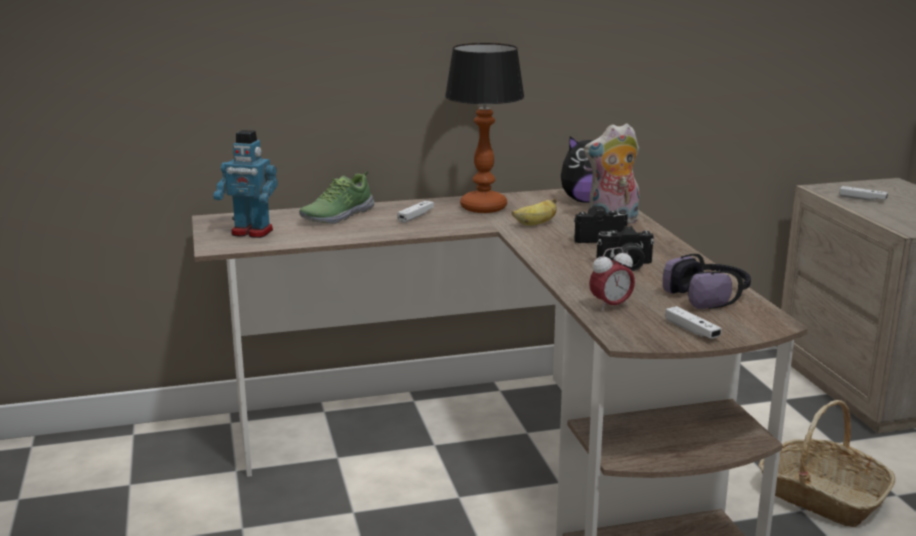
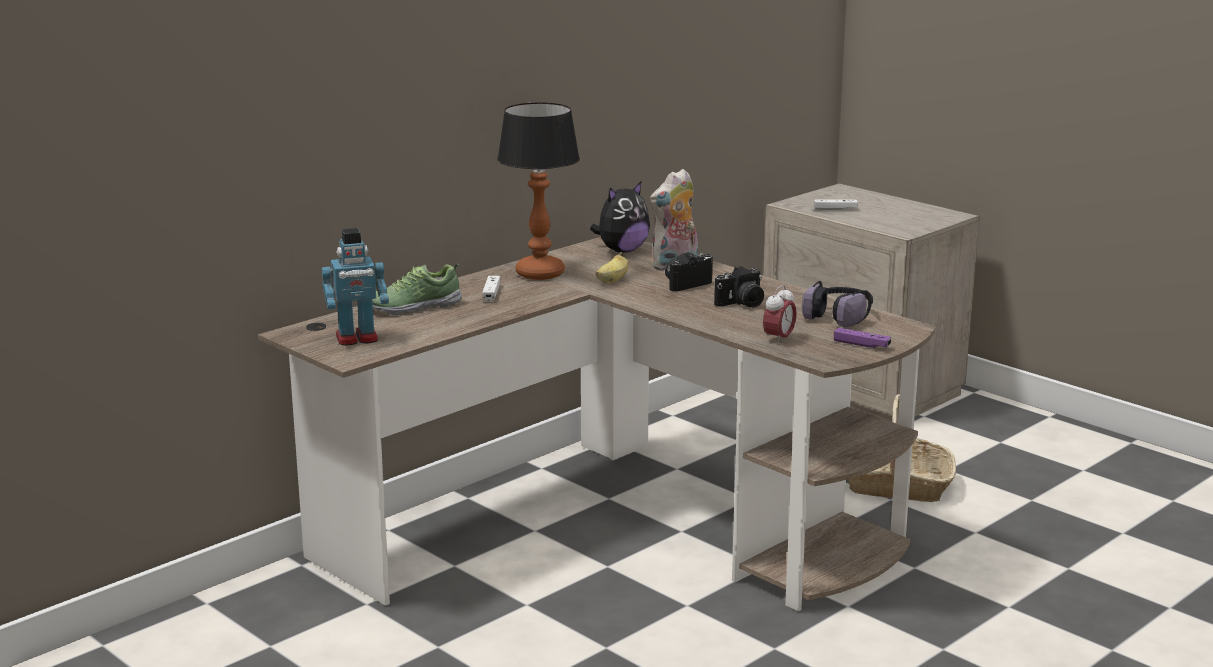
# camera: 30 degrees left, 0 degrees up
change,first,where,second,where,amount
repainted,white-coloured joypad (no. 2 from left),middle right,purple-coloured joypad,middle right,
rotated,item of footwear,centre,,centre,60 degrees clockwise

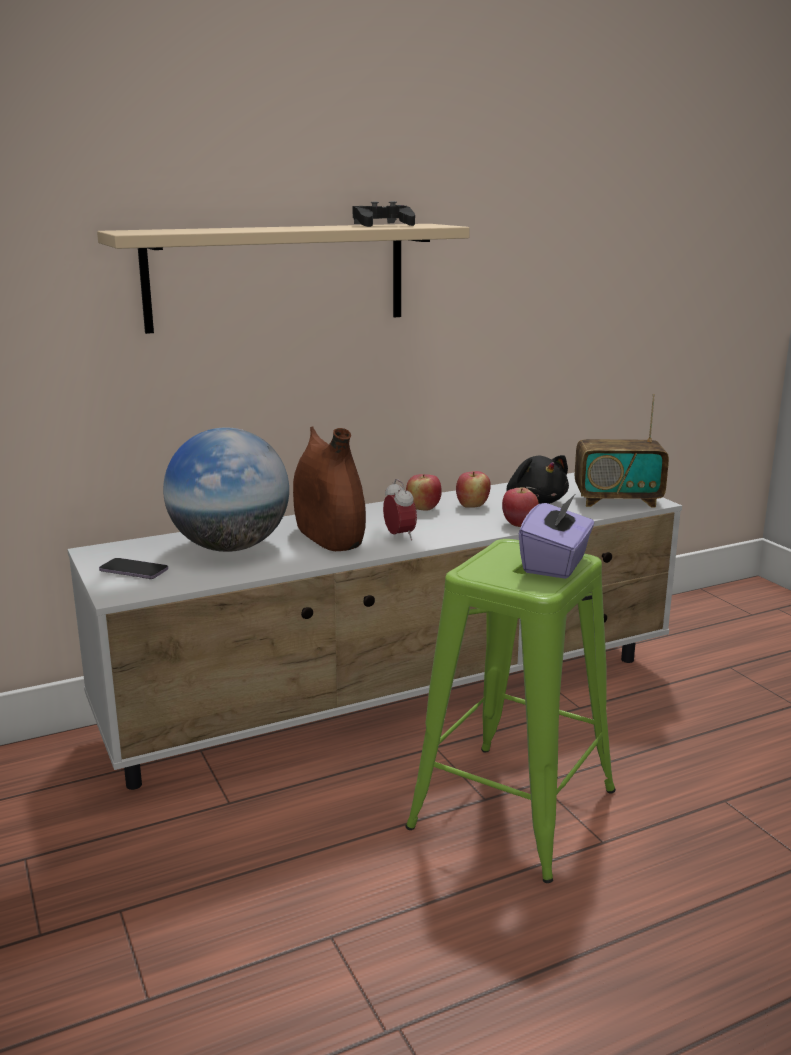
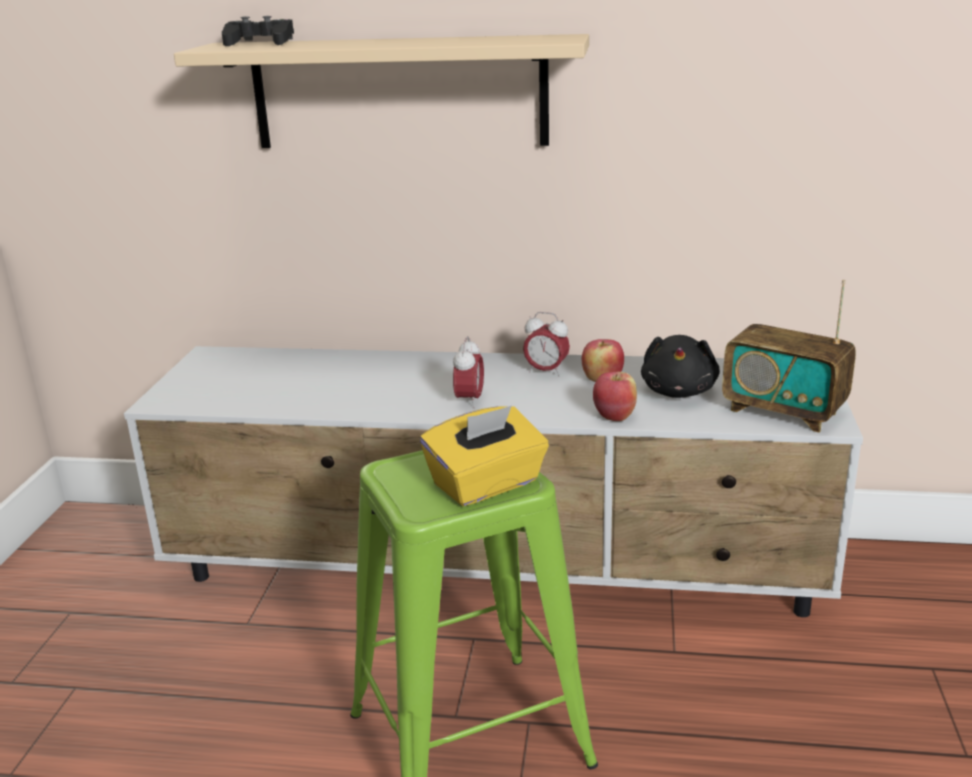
# camera: 35 degrees right, 5 degrees up
change,first,where,second,where,amount
gone,handset,middle left,,,
gone,globe,middle left,,,
gone,brown-coloured decorative vase,centre,,,
shifted,black joypad,top centre,,top left,
swapped,whole apple (no. 1 from left),centre,table clock (no. 2 from left),centre,
repainted,purple-coloured box of tissues,middle right,yellowish box of tissues,centre,

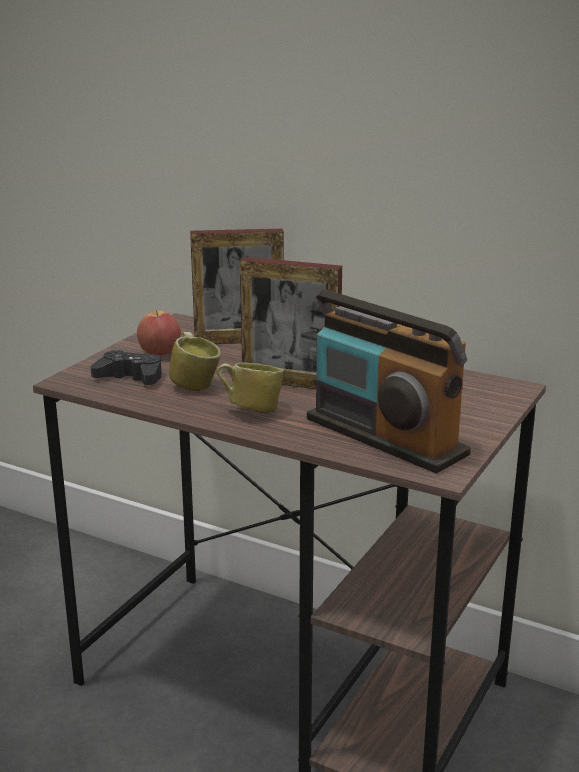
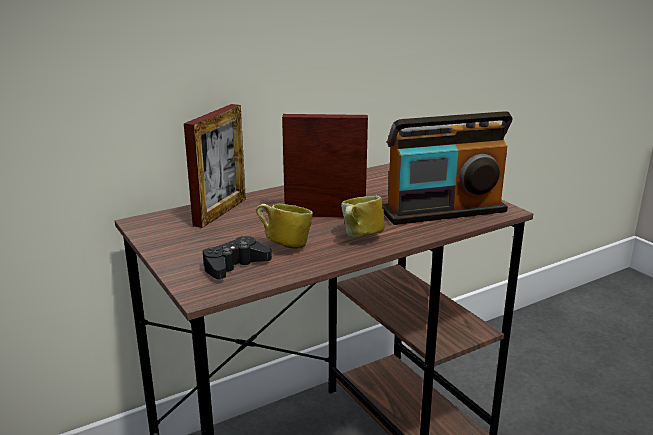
# camera: 60 degrees left, 0 degrees up
change,first,where,second,where,amount
gone,whole apple,middle left,,,
rotated,standing frame (no. 2 from left),centre,,centre,135 degrees counterclockwise

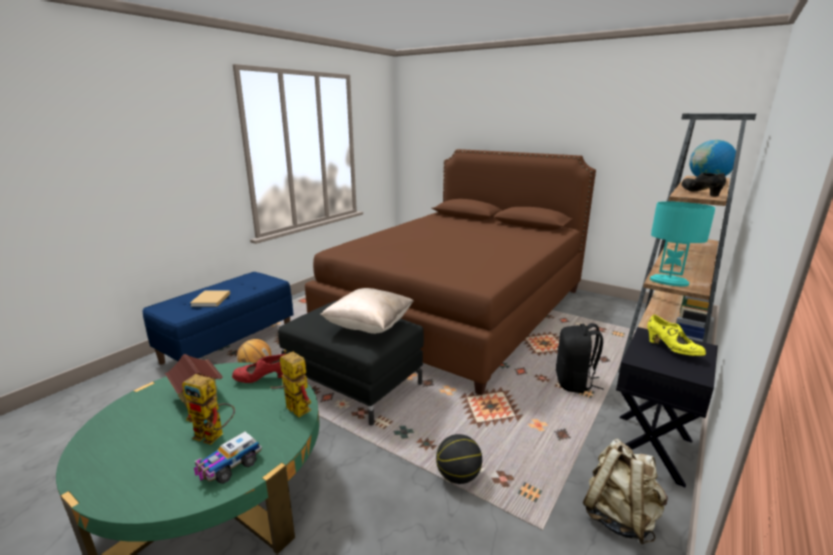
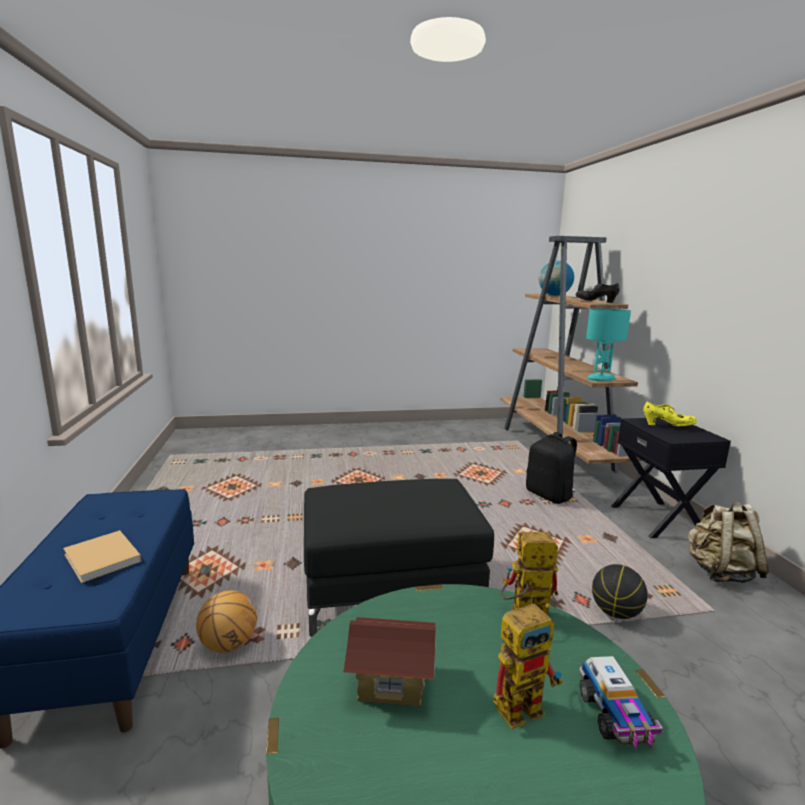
# camera: 45 degrees left, 5 degrees down
change,first,where,second,where,amount
gone,reddish item of footwear,middle left,,,
gone,brown-coloured bedroom bed,centre,,,
gone,beige pillow,centre,,,

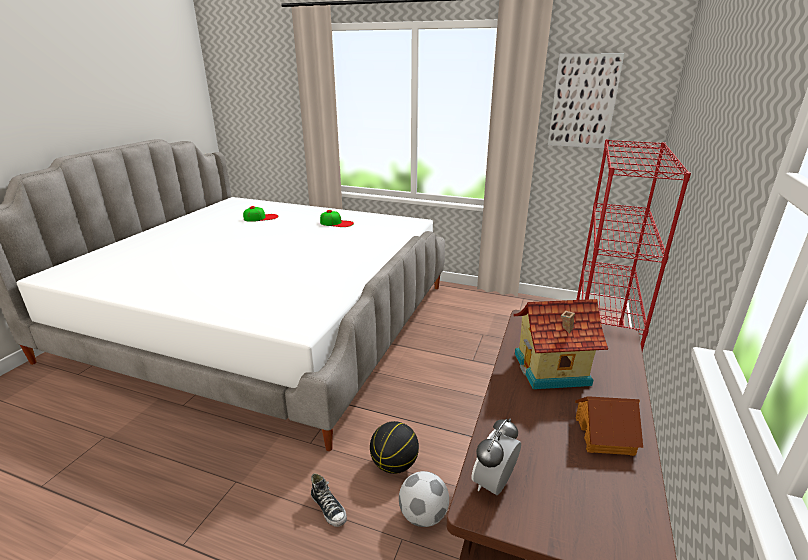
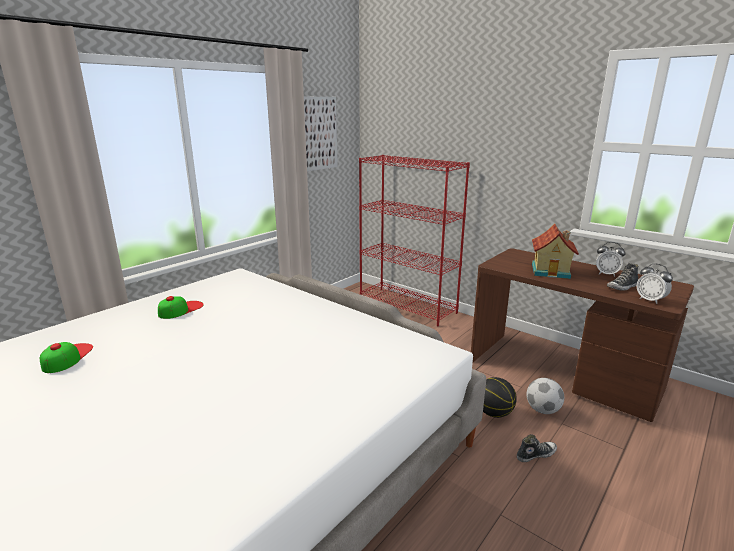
# camera: 70 degrees left, 5 degrees down
change,first,where,second,where,amount
new,,,item of footwear (no. 2 from left),middle right,
swapped,model house (no. 2 from left),bottom right,table clock (no. 1 from left),middle right,

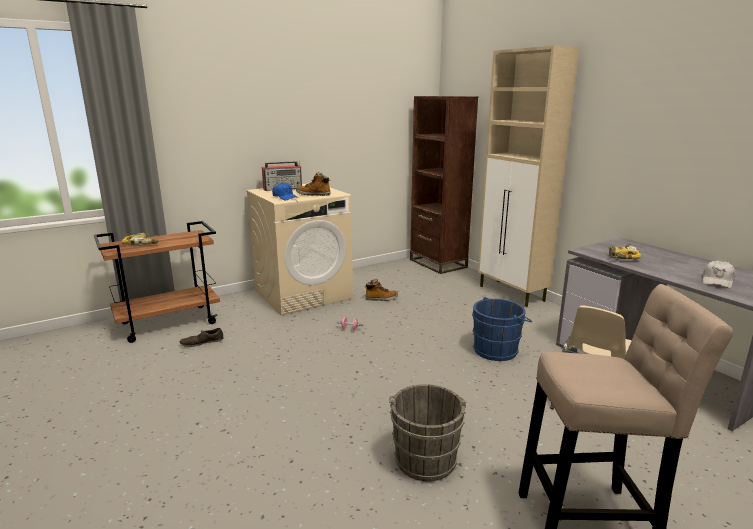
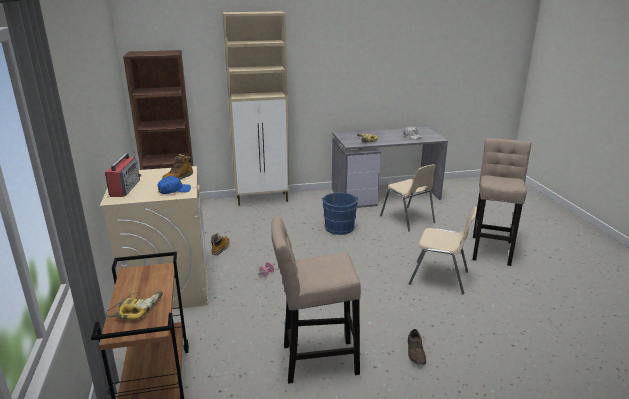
# camera: 70 degrees left, 5 degrees up
change,first,where,second,where,amount
new,,,beige sitting stool (no. 1 from left),bottom centre,
shifted,brown-coloured item of footwear,middle left,,bottom centre,
swapped,grey pail,bottom centre,beige upright chair (no. 2 from left),middle right,

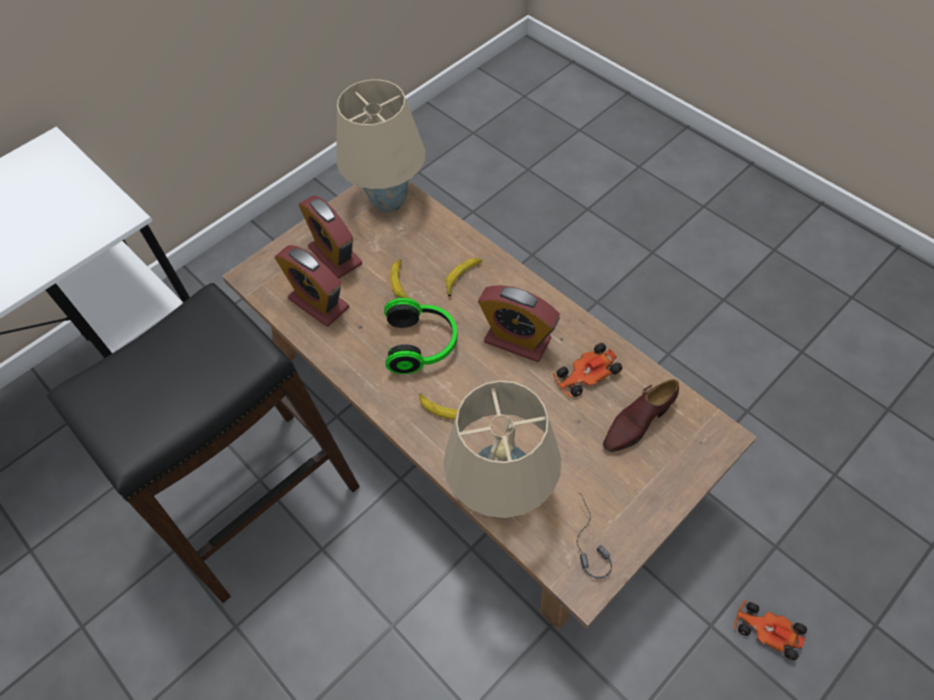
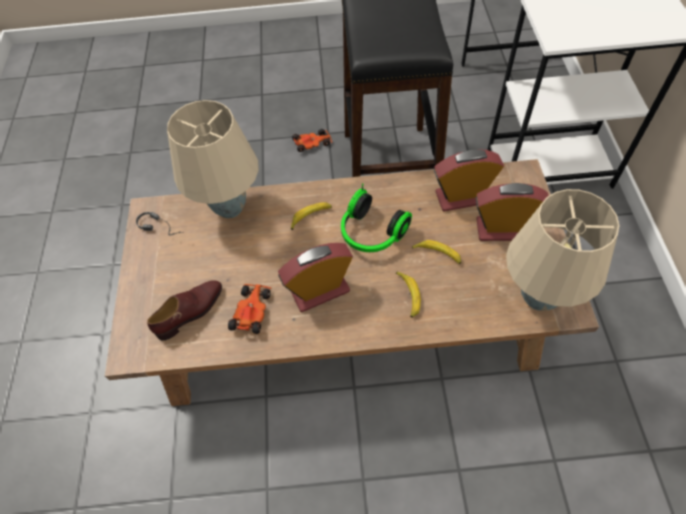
# camera: 130 degrees right, 0 degrees up
change,first,where,second,where,amount
shifted,model car (no. 2 from left),bottom right,,top centre,
rotated,brown-coloured item of footwear,middle right,,middle left,45 degrees clockwise

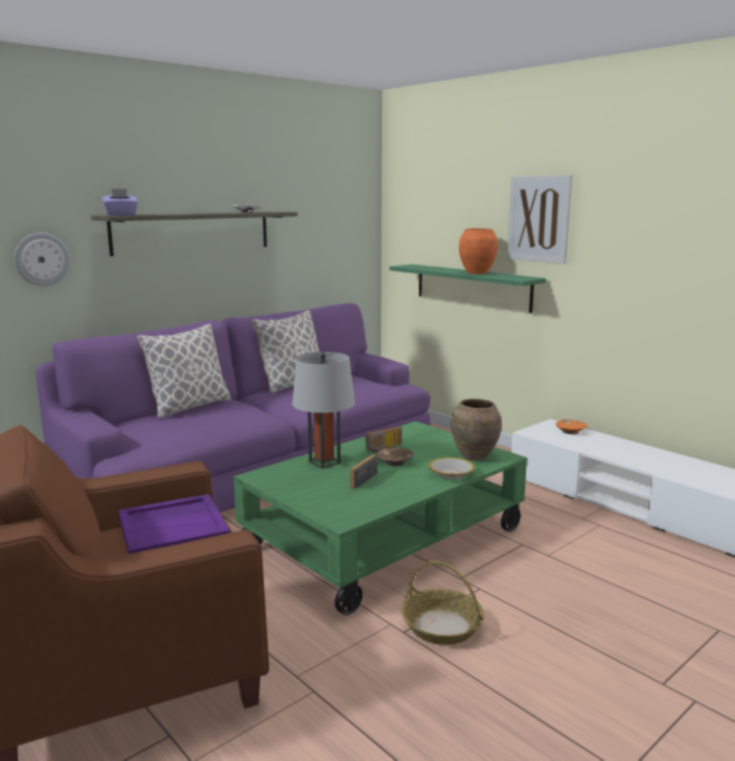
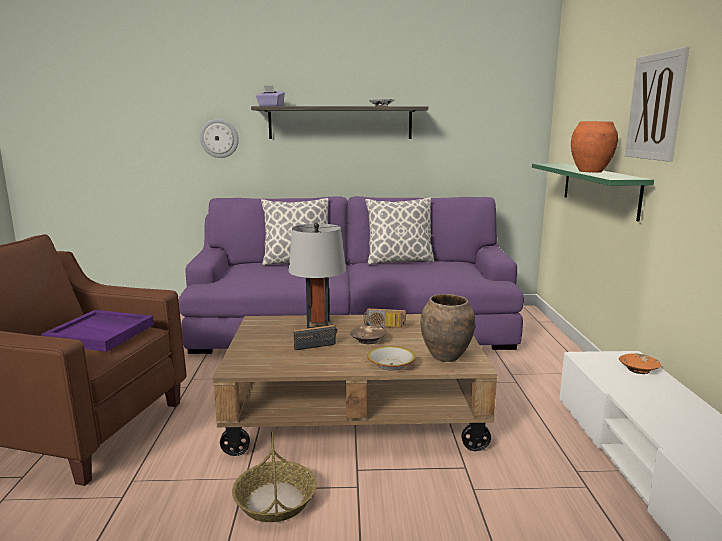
# camera: 40 degrees right, 0 degrees up
change,first,where,second,where,amount
repainted,greenish coffee table,bottom centre,brown-coloured coffee table,bottom centre,

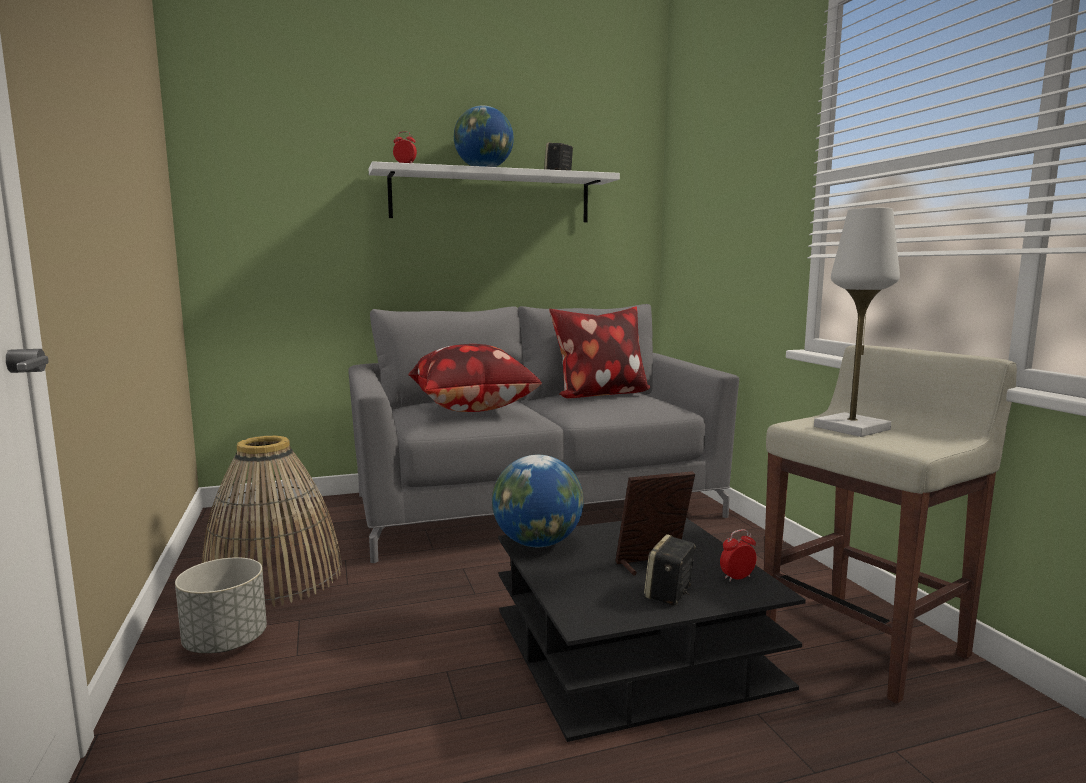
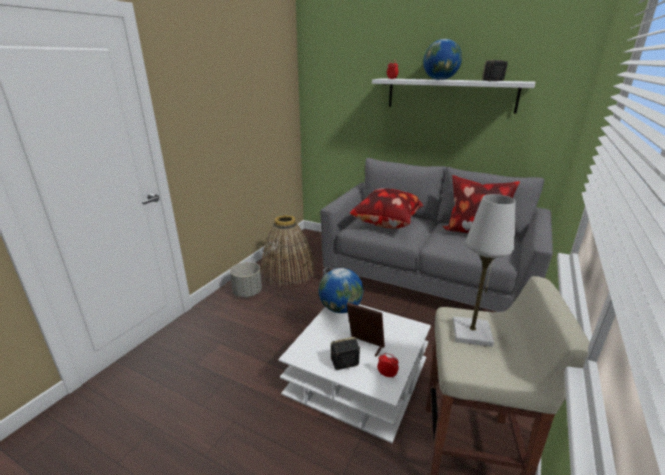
# camera: 45 degrees right, 15 degrees up
change,first,where,second,where,amount
repainted,black coffee table,bottom centre,white-coloured coffee table,bottom centre,

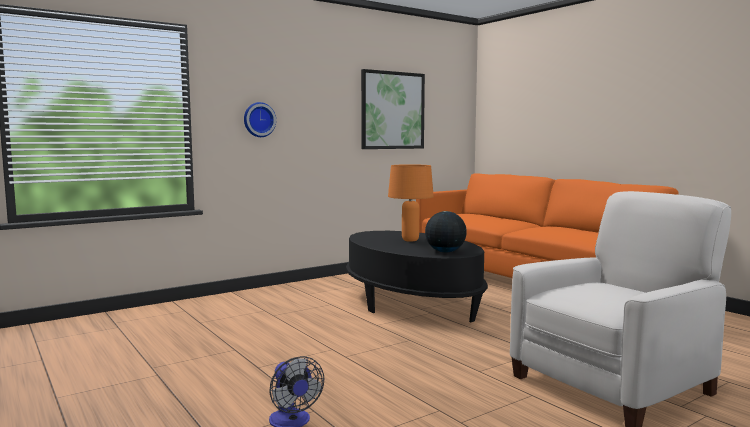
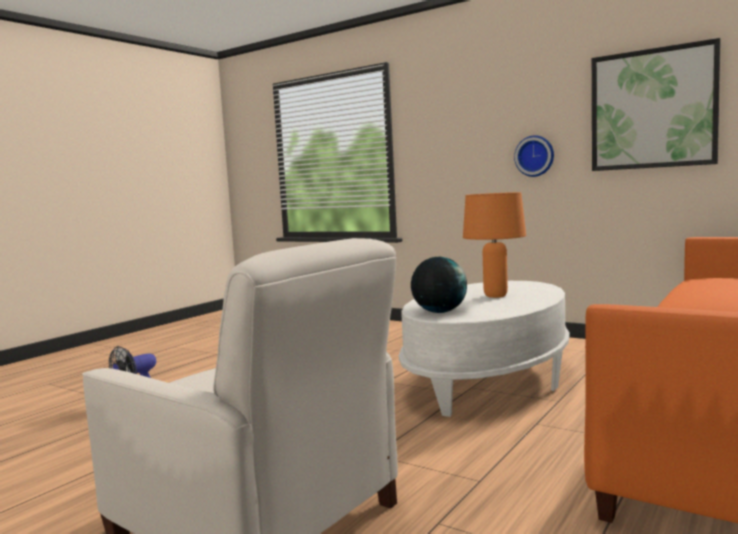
# camera: 70 degrees right, 0 degrees up
change,first,where,second,where,amount
shifted,wall clock,top centre,,top right,
repainted,black coffee table,centre,white-coloured coffee table,centre,

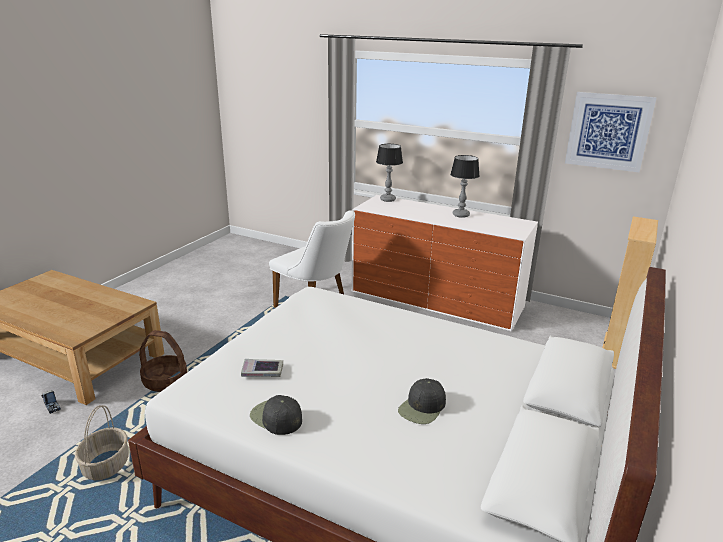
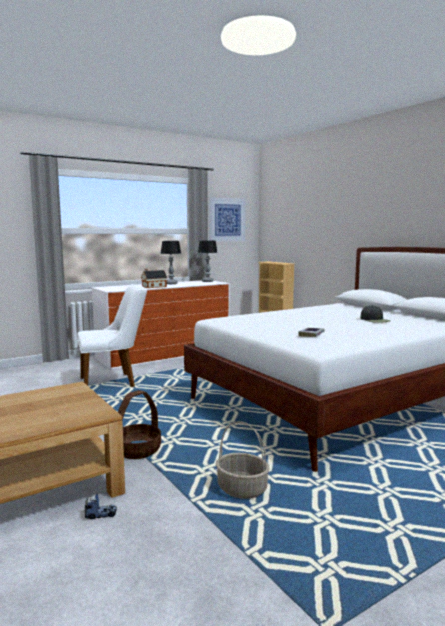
# camera: 60 degrees left, 15 degrees down
change,first,where,second,where,amount
gone,black peaked cap (no. 1 from left),bottom centre,,,
new,,,model house,centre,
shifted,table lamp (no. 1 from left in the first image),top centre,table lamp (no. 2 from left),centre,

